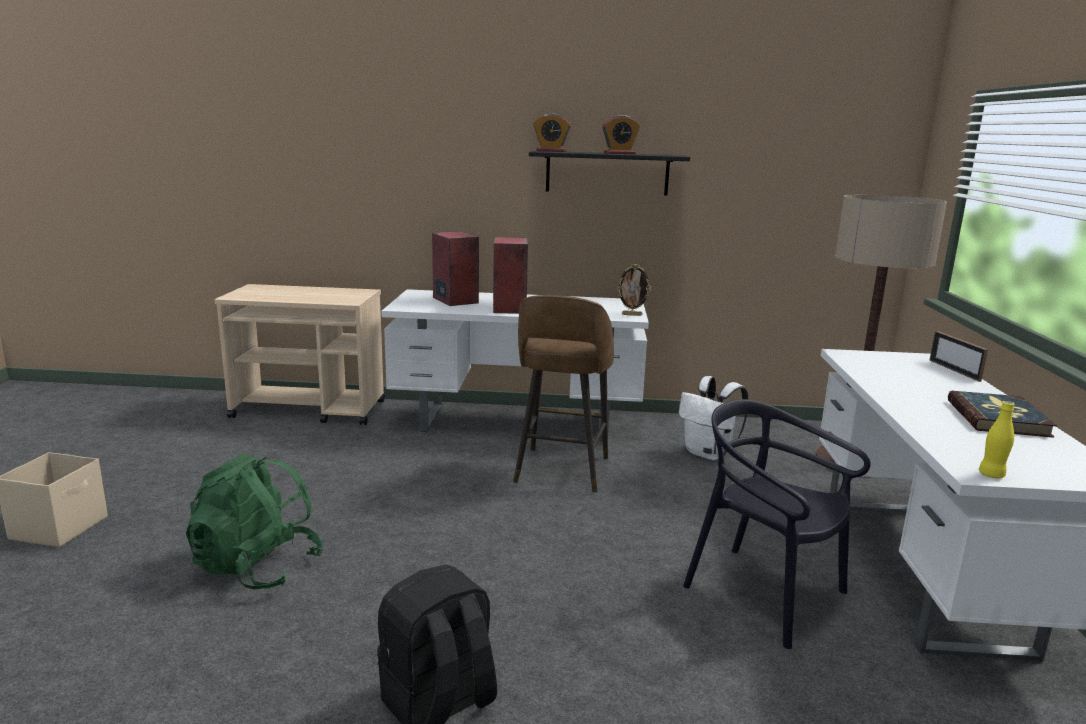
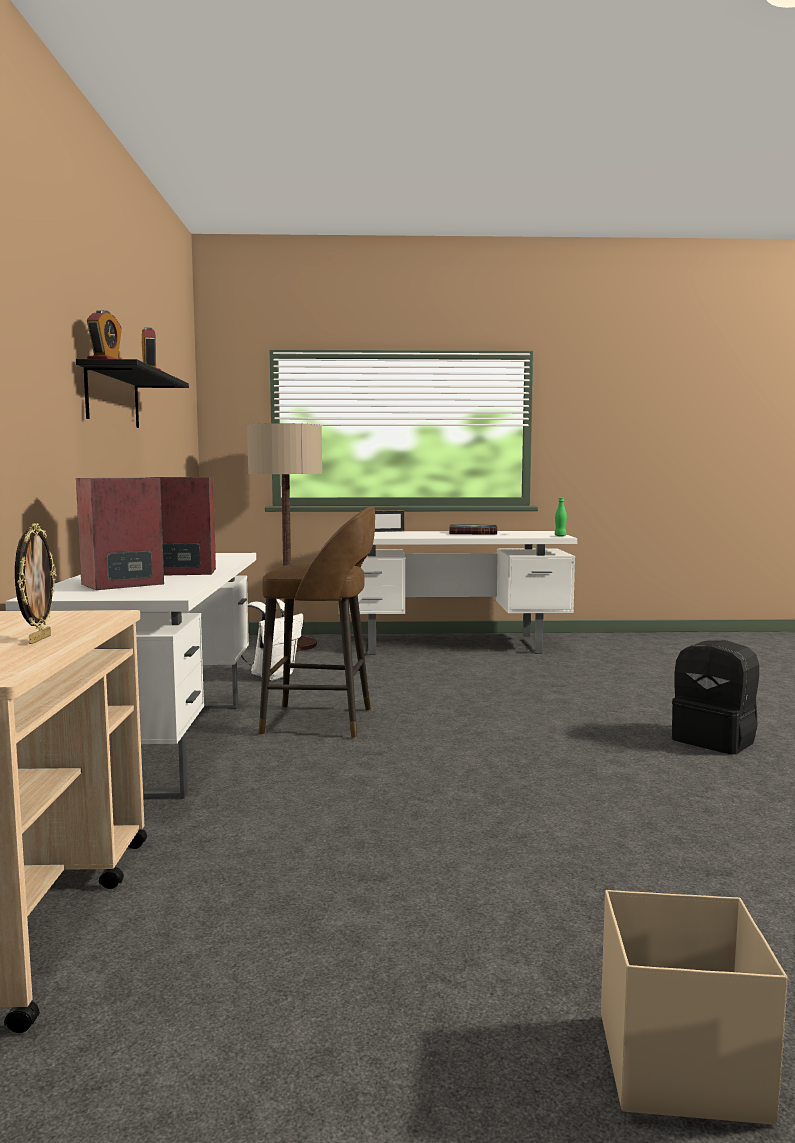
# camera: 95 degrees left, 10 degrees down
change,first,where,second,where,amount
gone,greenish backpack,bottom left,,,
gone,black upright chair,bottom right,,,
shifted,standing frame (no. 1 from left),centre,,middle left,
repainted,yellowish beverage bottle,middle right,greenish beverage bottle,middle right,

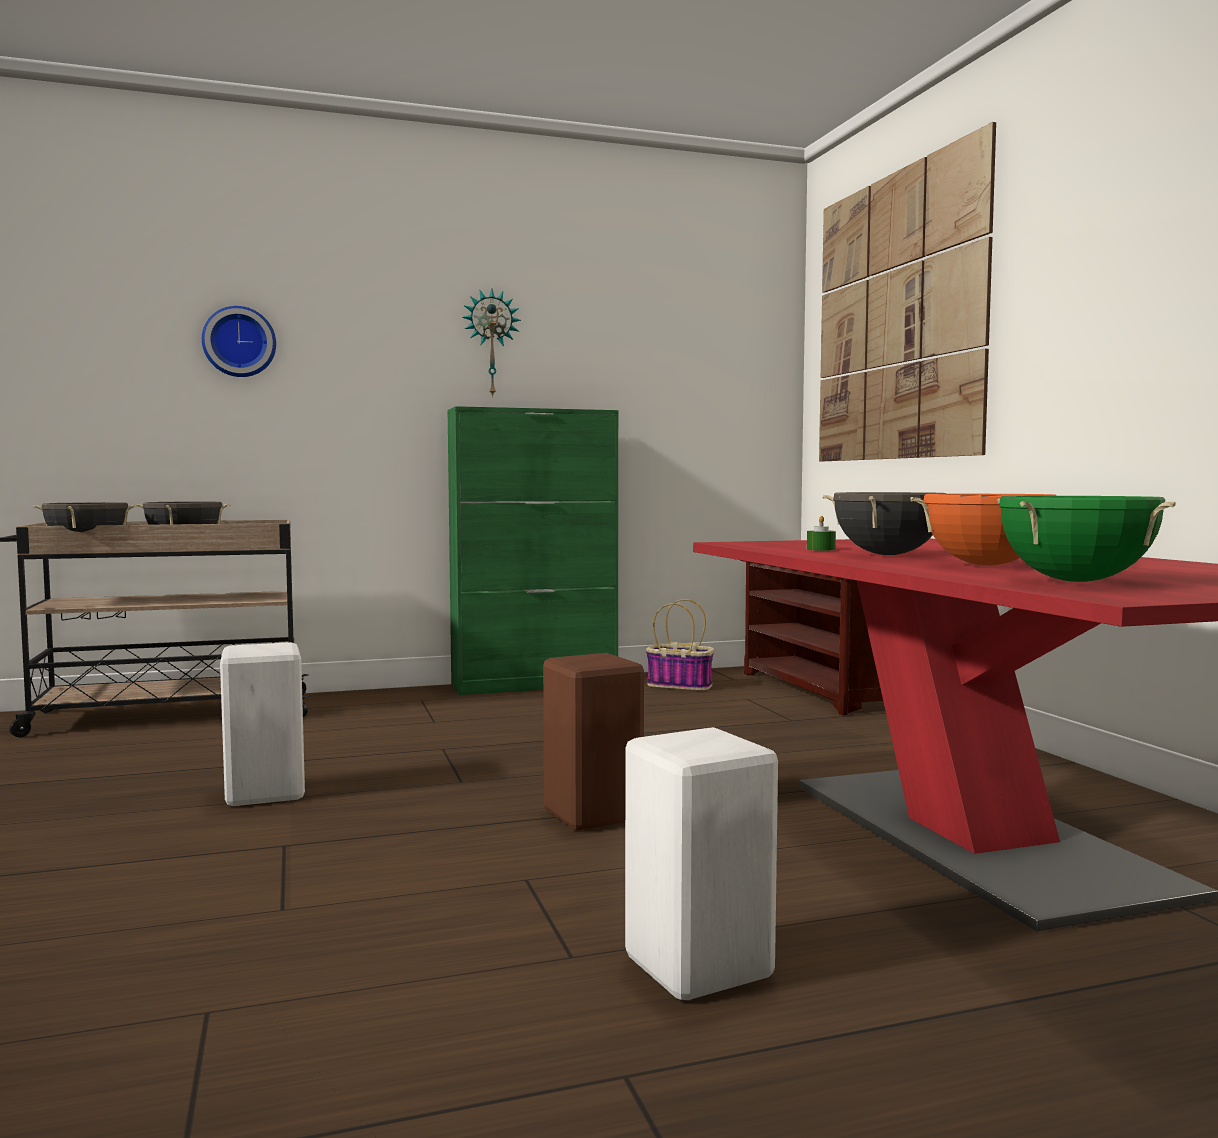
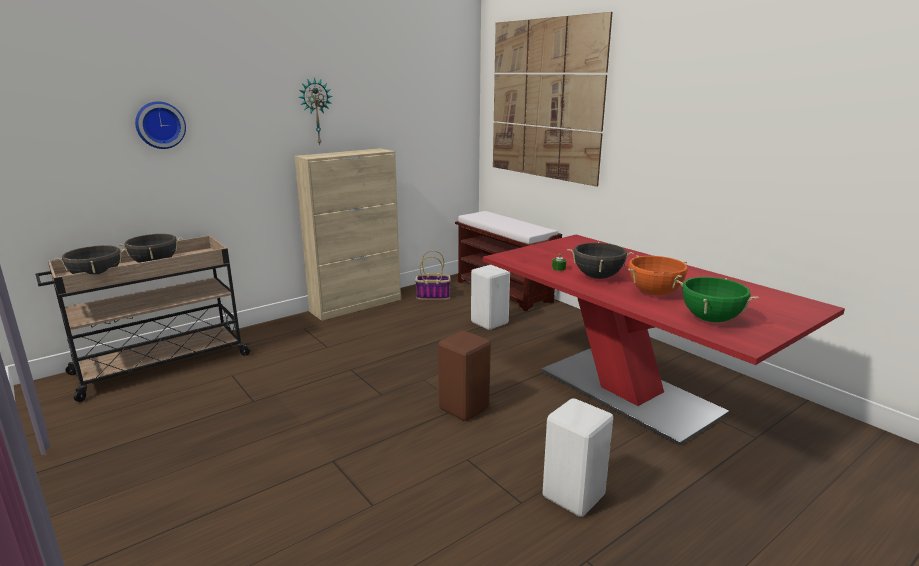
# camera: 20 degrees left, 15 degrees up
change,first,where,second,where,amount
shifted,white-coloured sitting stool (no. 1 from left),middle left,,centre,
repainted,greenish cupboard,centre,beige cupboard,centre,

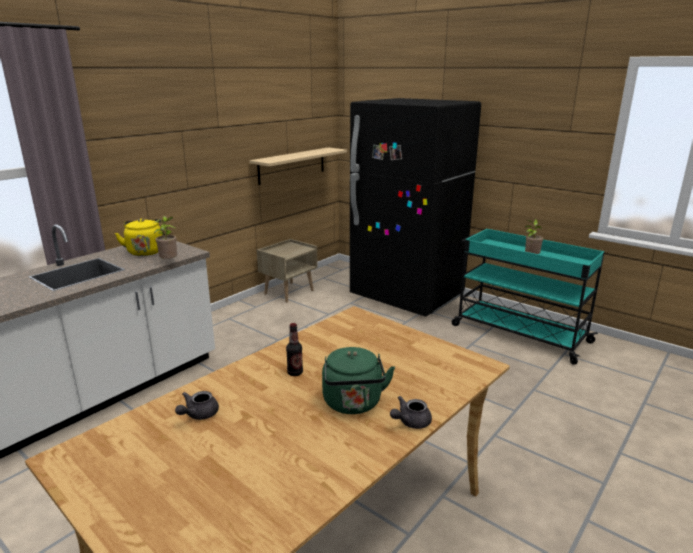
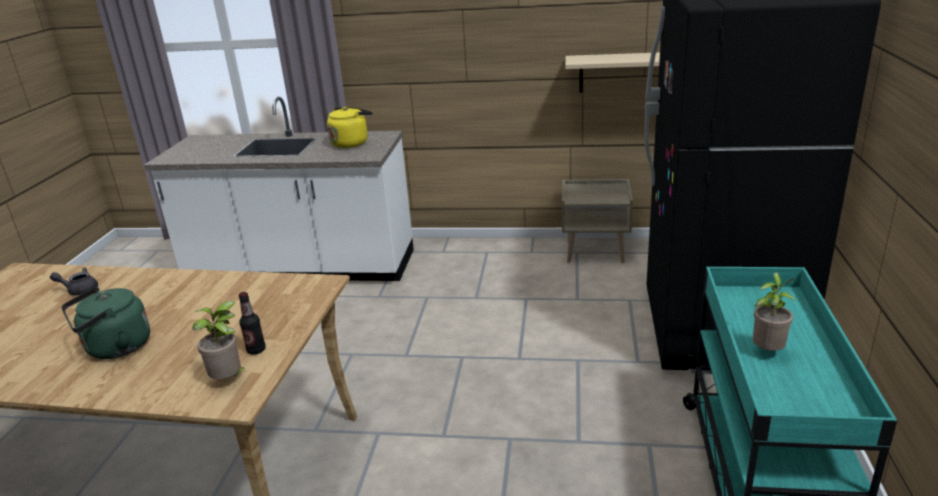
# camera: 60 degrees right, 5 degrees up
change,first,where,second,where,amount
gone,grey tea pot (no. 2 from left),bottom centre,,,
shifted,plant in a pot (no. 1 from left),middle left,,bottom left,
shifted,beverage bottle,centre,,middle left,

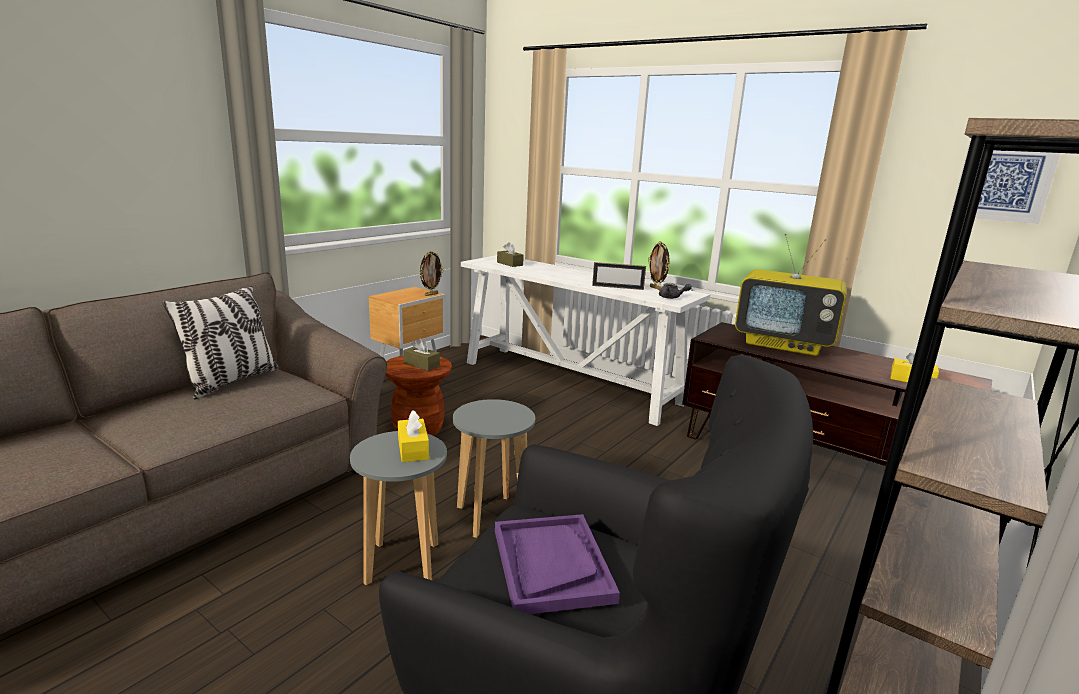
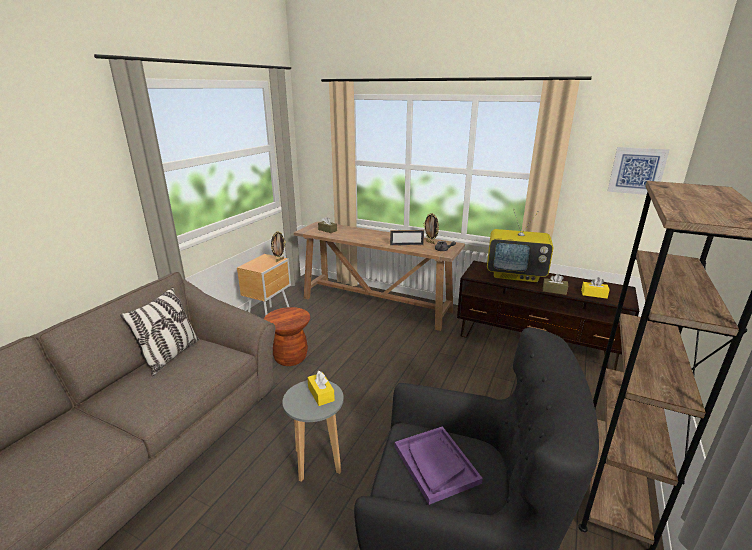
# camera: 10 degrees left, 5 degrees up
change,first,where,second,where,amount
gone,grey sitting stool (no. 2 from left),bottom centre,,,
shifted,brown-coloured box of tissues (no. 1 from left in the first image),centre,brown-coloured box of tissues (no. 2 from left),middle right,
repainted,white-coloured console table,centre,brown-coloured console table,centre,

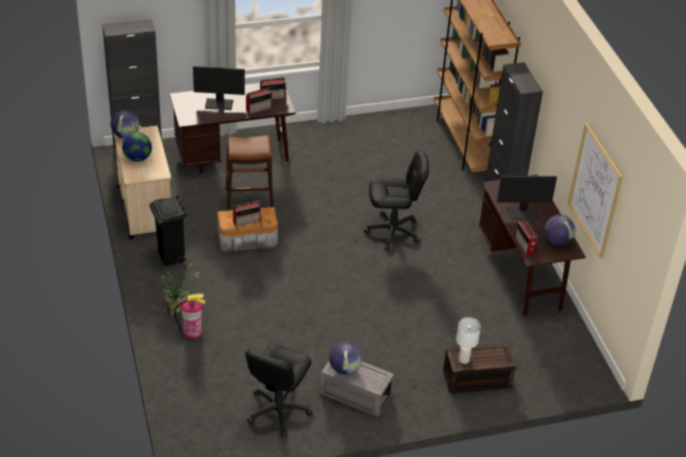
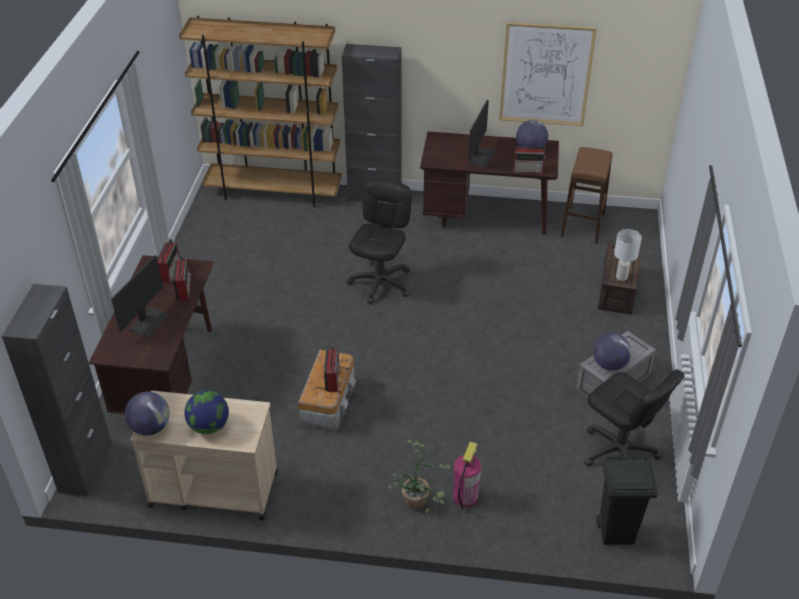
# camera: 65 degrees left, 0 degrees up
change,first,where,second,where,amount
shifted,black waste bin,middle left,,bottom right,
shifted,brown-coloured sitting stool,centre,,top right,

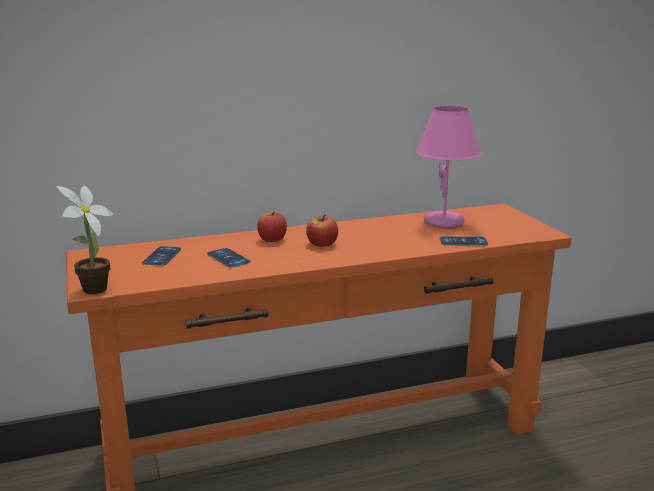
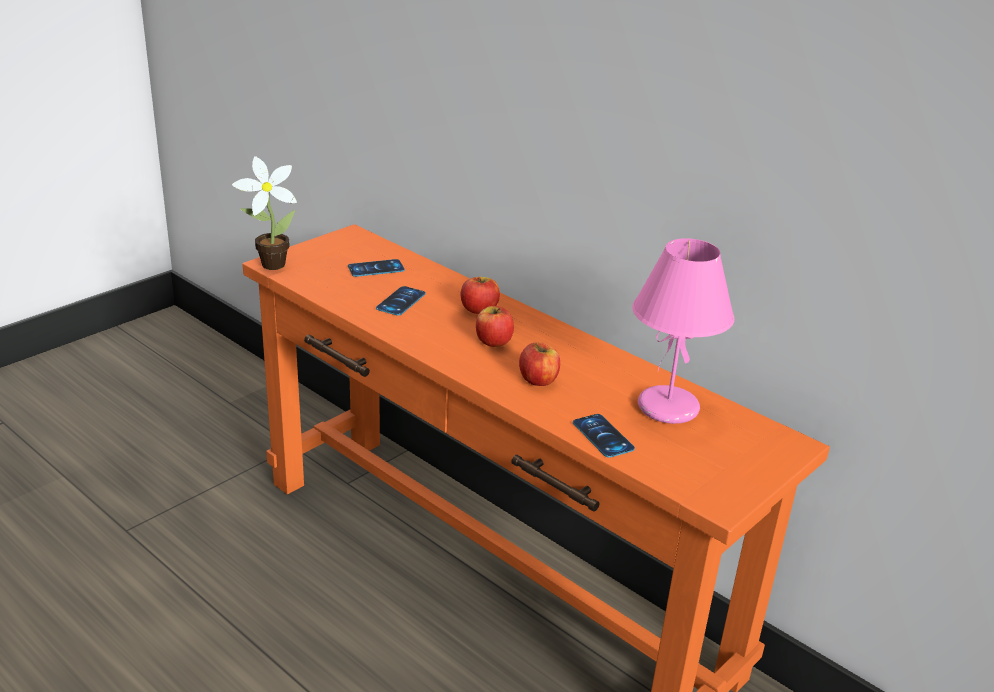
# camera: 60 degrees right, 10 degrees up
change,first,where,second,where,amount
new,,,whole apple (no. 3 from left),centre,

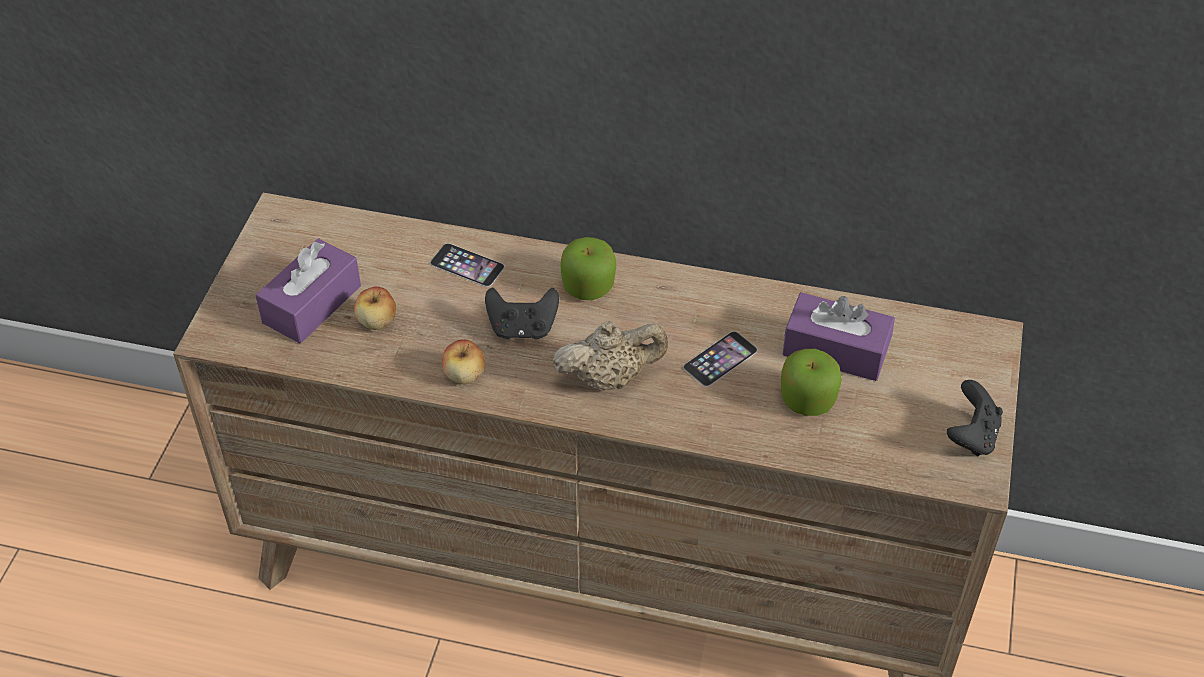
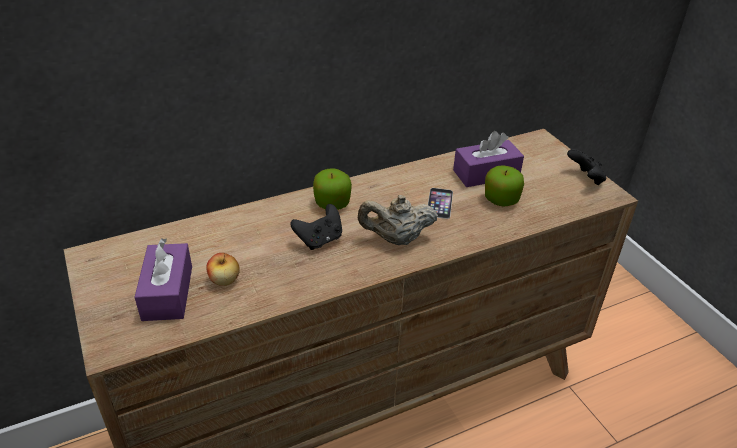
# camera: 40 degrees left, 10 degrees down
change,first,where,second,where,amount
gone,handset (no. 1 from left),centre,,,
gone,whole apple (no. 2 from left),centre,,,
rotated,beige tea pot,centre,,centre,135 degrees counterclockwise

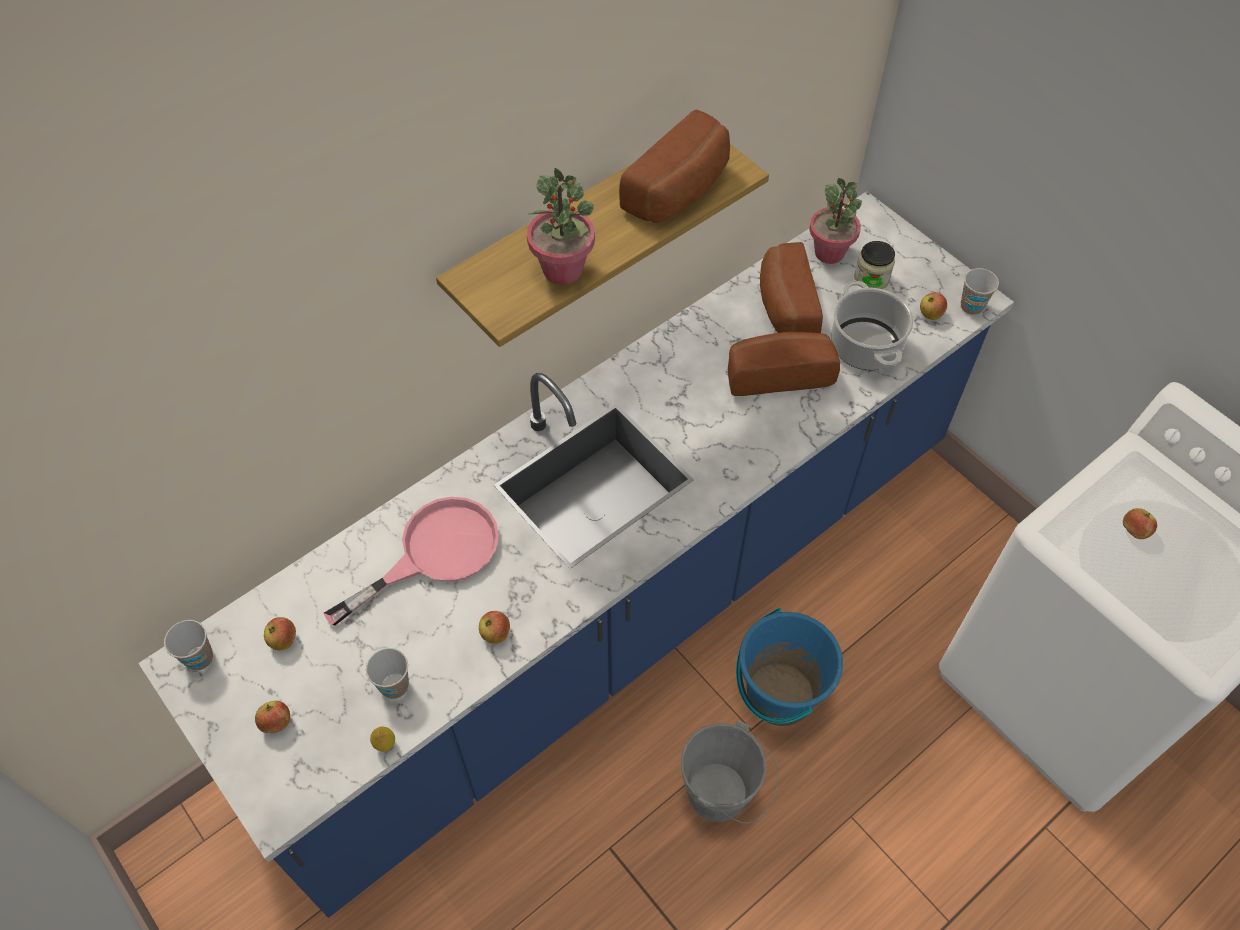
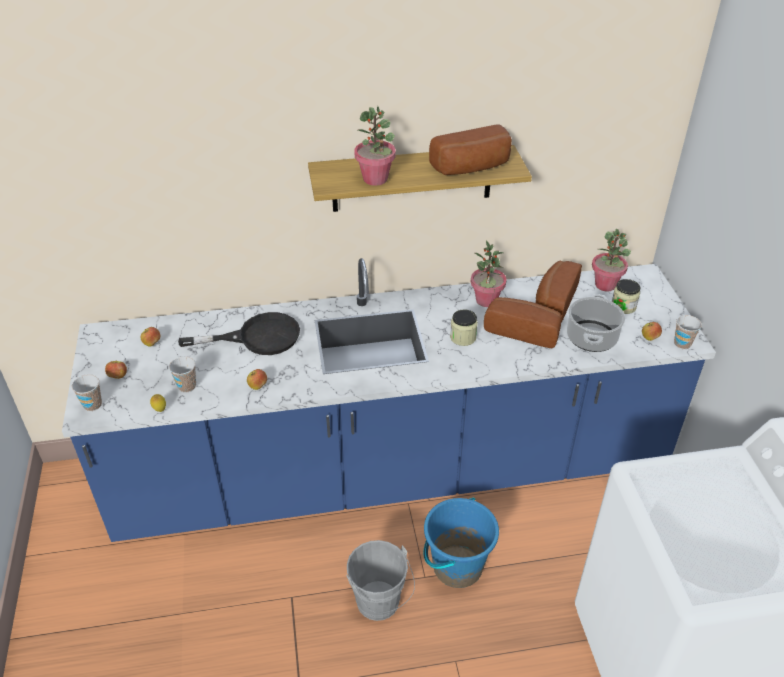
# camera: 30 degrees right, 15 degrees down
change,first,where,second,where,amount
gone,whole apple (no. 5 from left),middle right,,,
new,,,preserve jar (no. 1 from left),centre,
new,,,plant in a pot (no. 2 from left),centre,
shifted,cup (no. 1 from left),bottom left,,middle left,
repainted,pinkish frying pan,middle left,black frying pan,middle left,

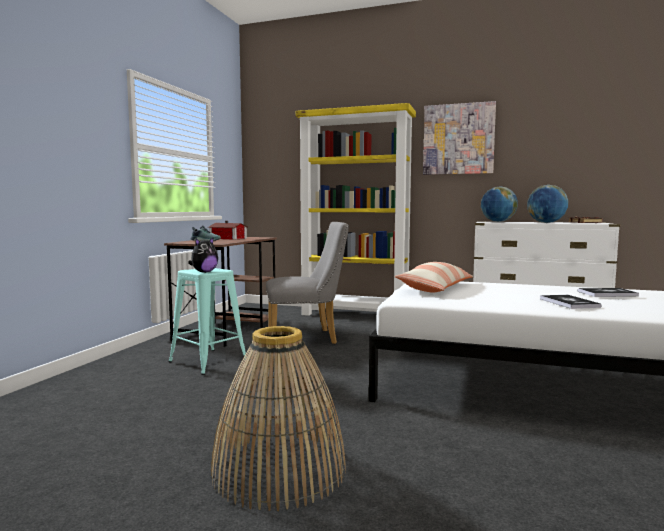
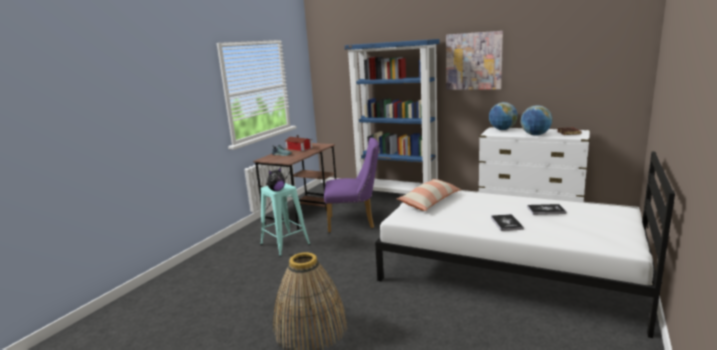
# camera: 10 degrees right, 10 degrees up
change,first,where,second,where,amount
repainted,grey upright chair,centre,purple-coloured upright chair,centre,
repainted,yellowish bookcase,centre,blue bookcase,top centre,

